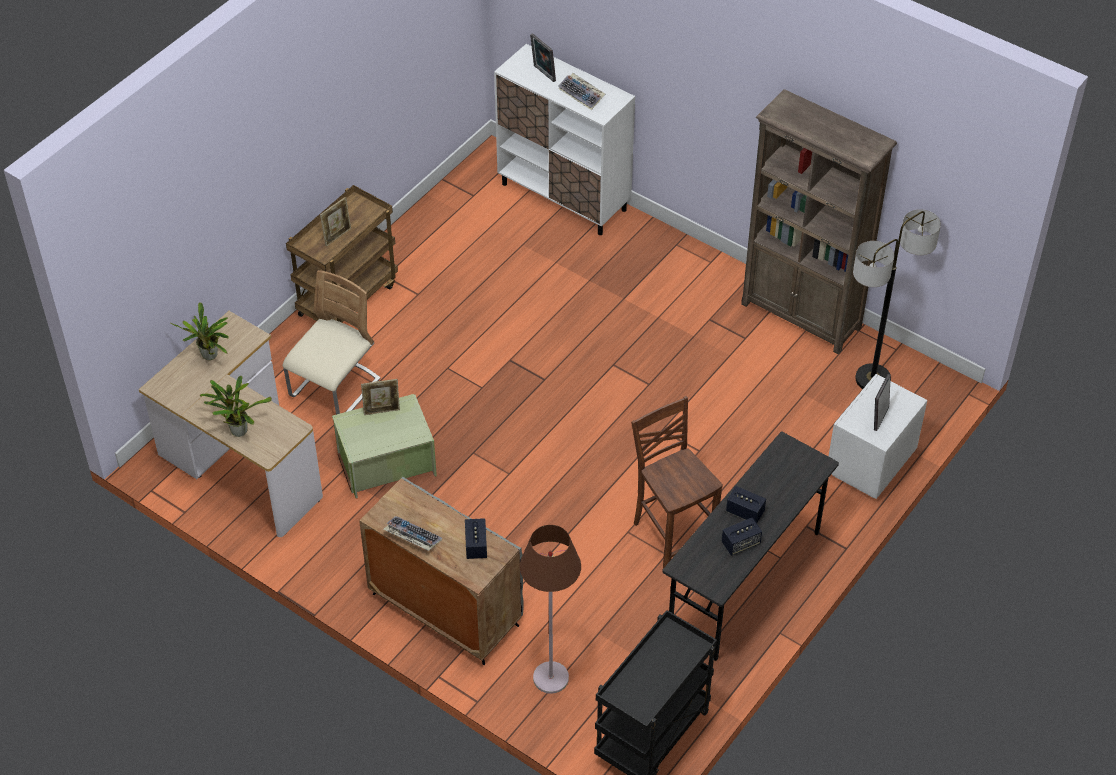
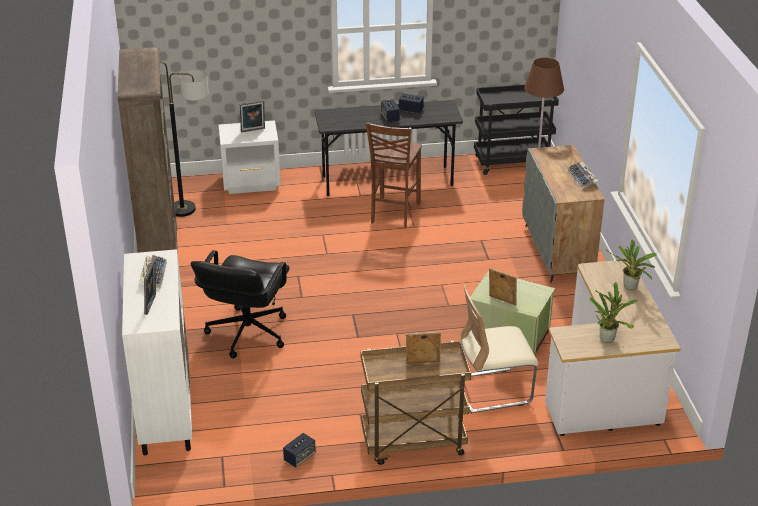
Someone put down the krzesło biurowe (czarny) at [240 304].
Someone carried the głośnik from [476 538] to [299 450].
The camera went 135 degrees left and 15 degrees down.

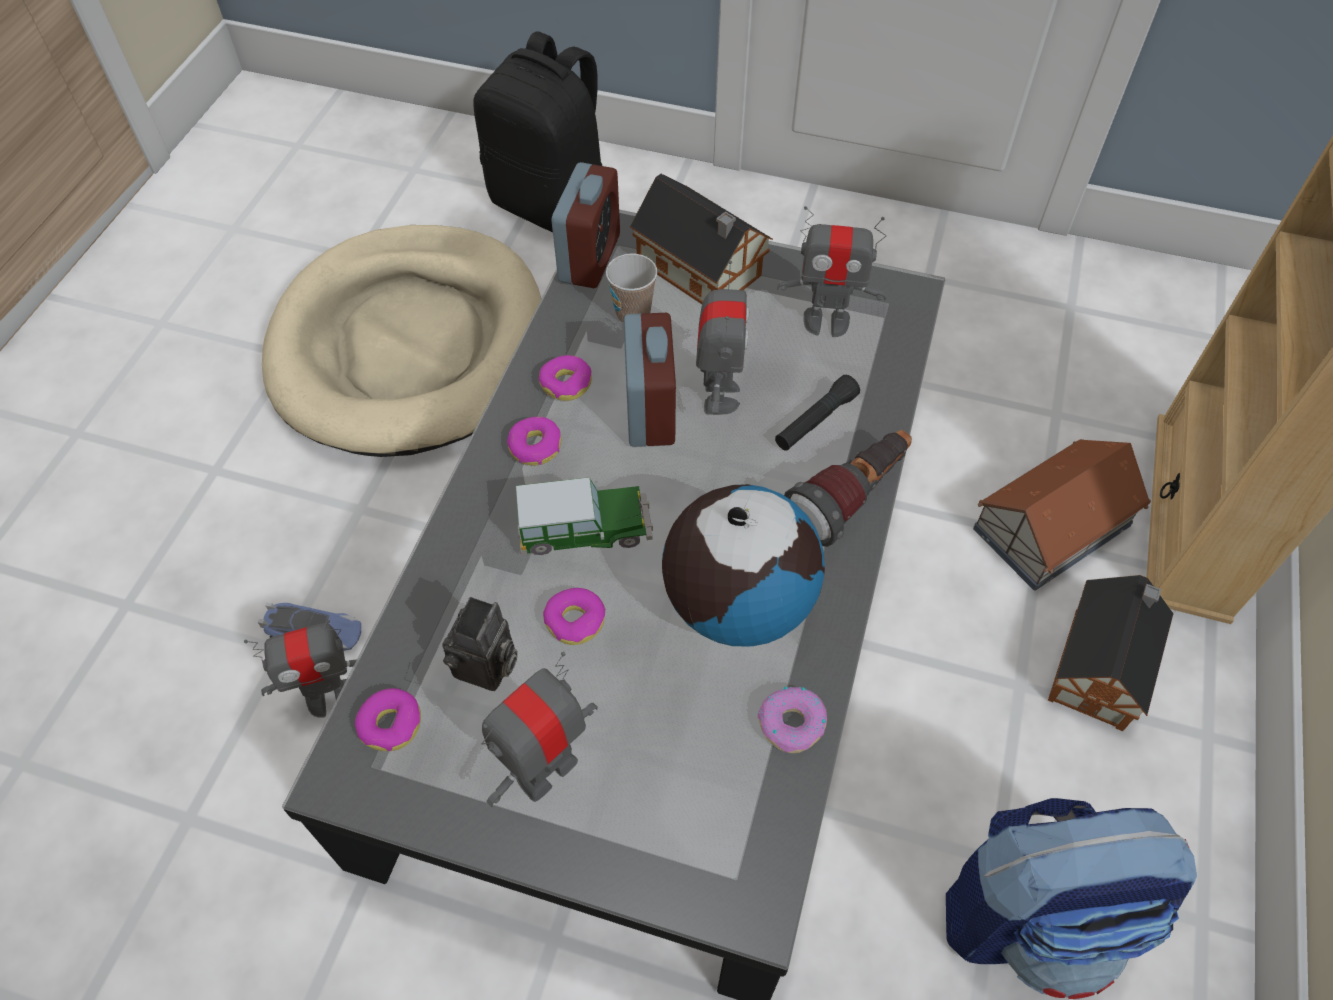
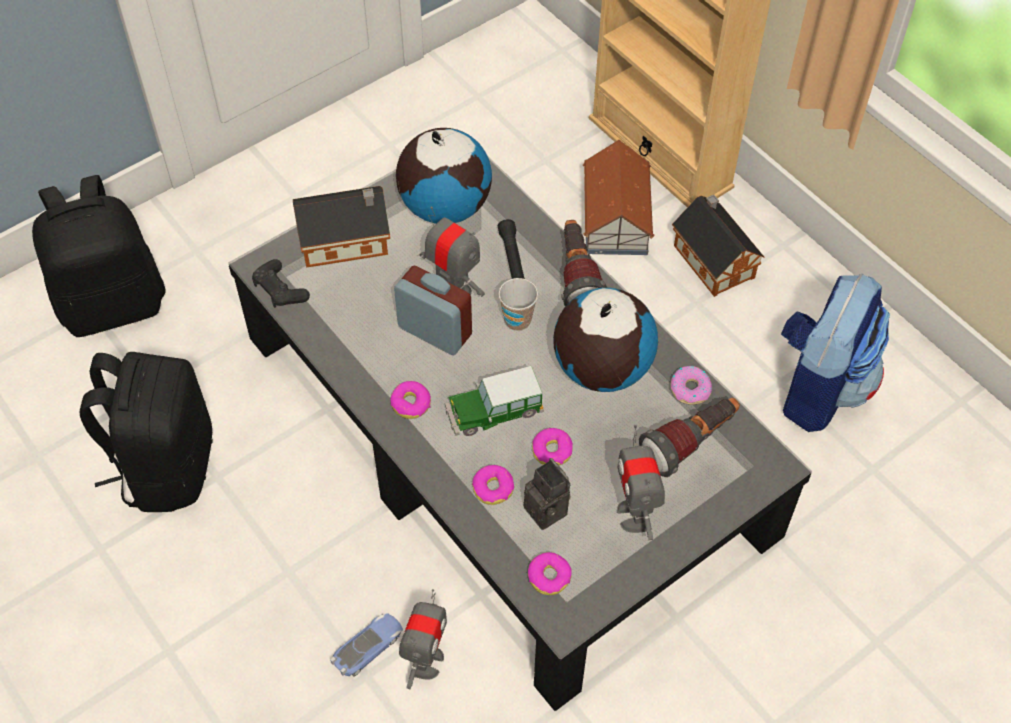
Someone swapped the legowisko (beżowy) at [401 341] for the plecak (czarny) at [146 432].
Someone swapped the budzik at [585 225] for the pad do gier (czarny) at [281 283].
Someone swapped the robot zabawkowy at [831 271] for the globus at [444 176].
Someone rotated the samochodzik at [584 516] by 135 degrees counterclockwise.
Someone carried the donut from [565 378] to [493 485].
Someone carried the filiżanka from [632 288] to [518 304].
Someone put down the latarka at [689 437].
The camera went 55 degrees left and 0 degrees up.

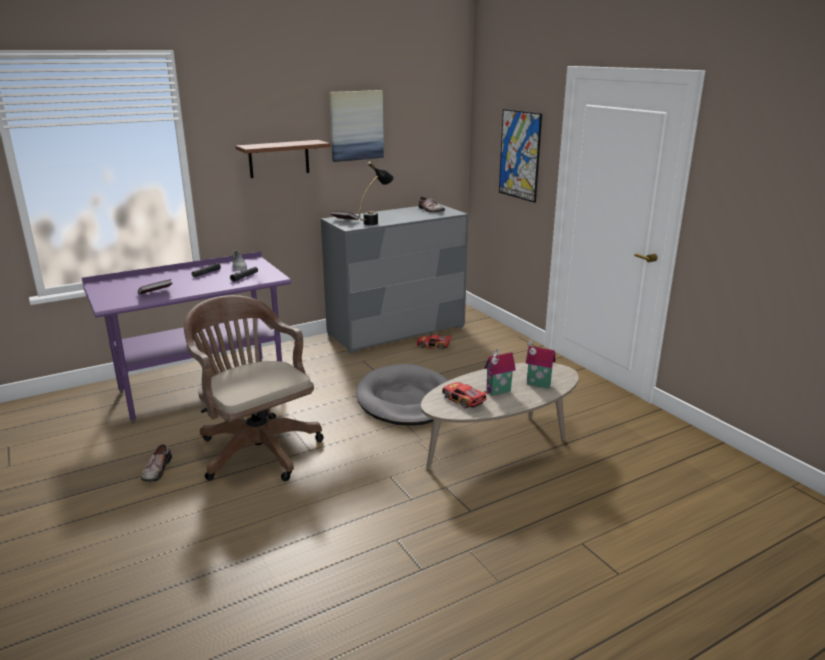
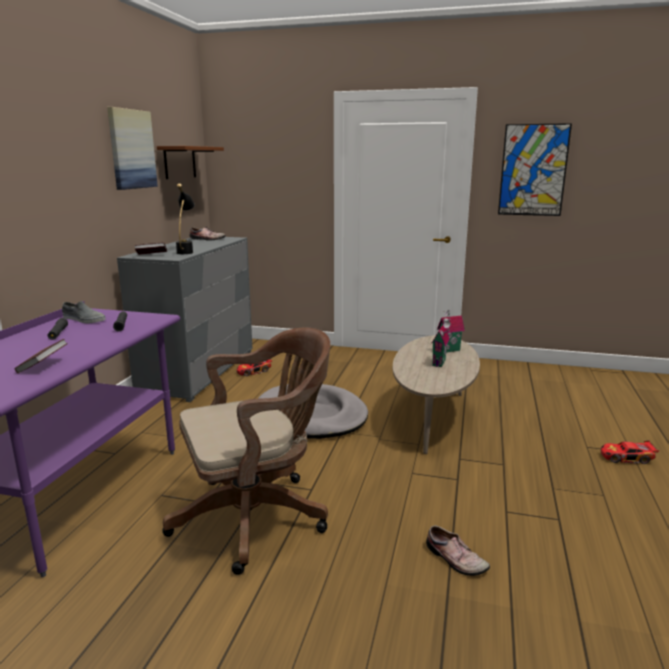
Someone carried the półka (brązowy) from [283 159] to [190 162].
Someone rotated the krzesło biurowe (brązowy) at [254 388] by 150 degrees clockwise.
Someone carried the but from [156 463] to [458 551].
Someone carried the obraz from [520 156] to [535 169].
Someone carried the samochodzik from [465 395] to [630 452].
The camera went 45 degrees left and 5 degrees down.

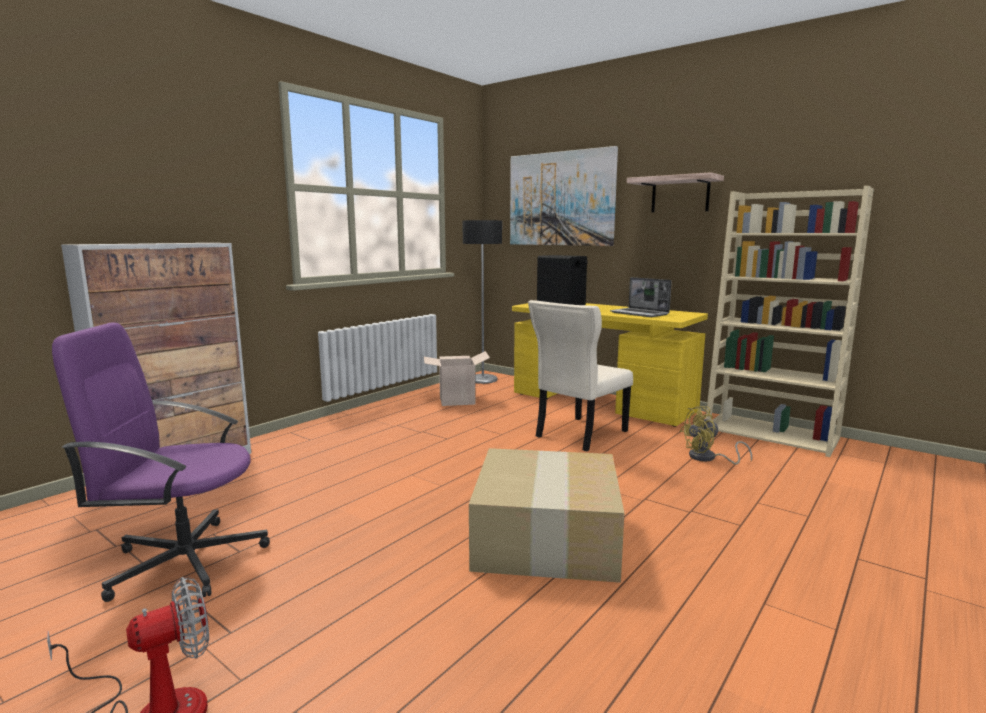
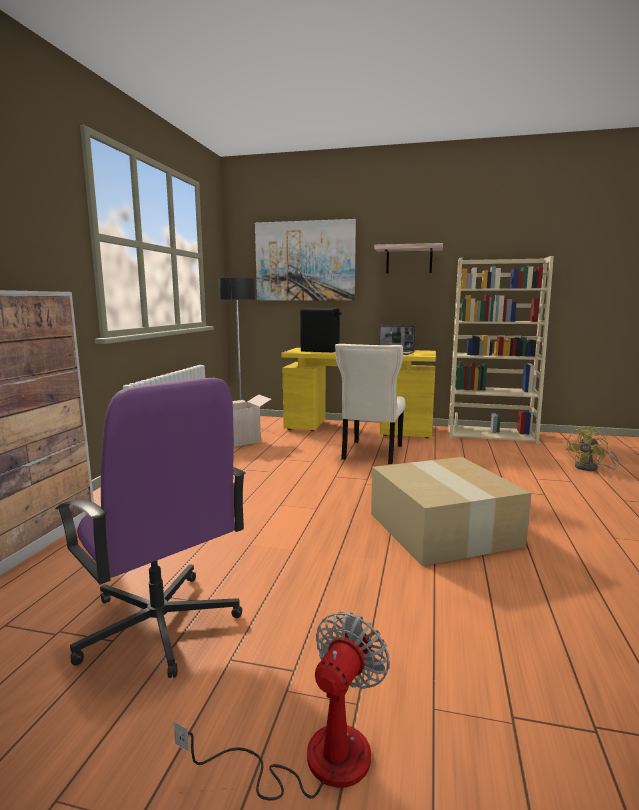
Someone rotated the krzesło biurowe (fioletowy) at [161 462] by 105 degrees counterclockwise.
Someone carried the wentylator (żółty) from [716 435] to [592 448].
The camera went 25 degrees left and 0 degrees up.

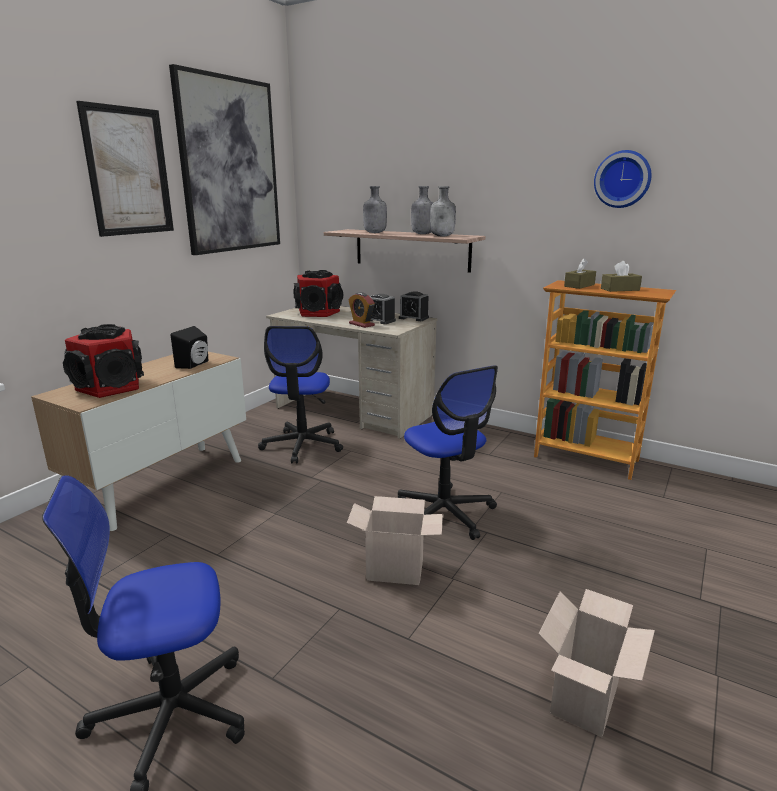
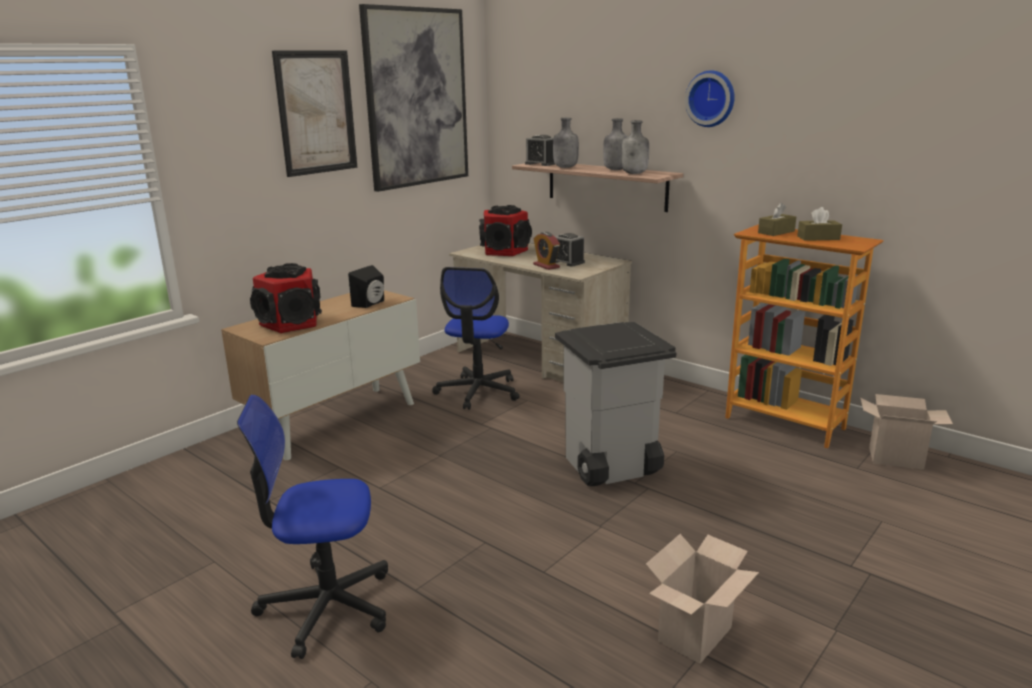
Someone carried the budzik from [414 306] to [540 150].
Someone swapped the krzesło biurowe at [447 452] for the kosz na śmieci (szary) at [616 404].
Someone carried the zegar ścienny from [623 179] to [710 98].
Someone carried the karton from [395 540] to [906 432].
The camera went 10 degrees right and 0 degrees up.

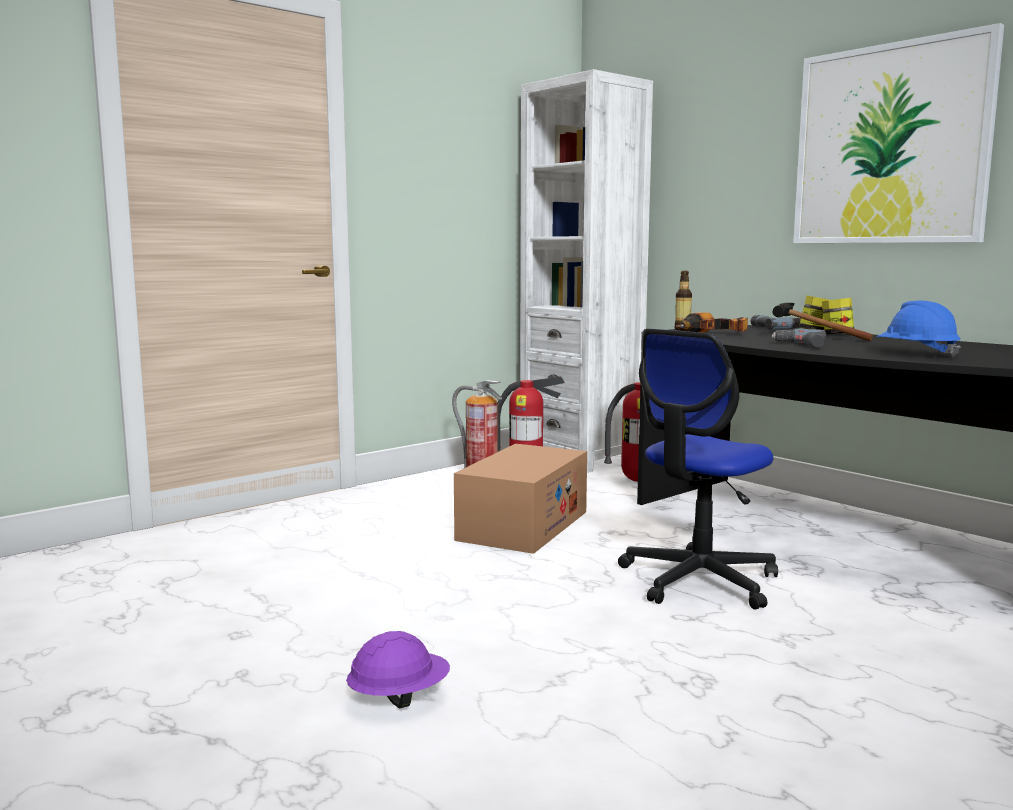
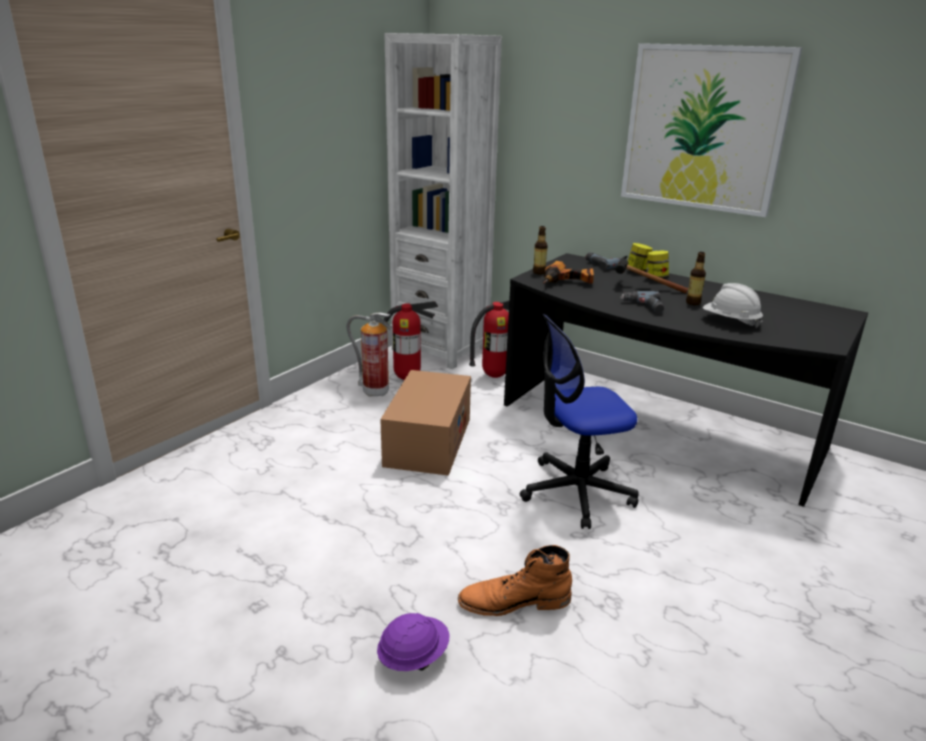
Someone put down the but z cholewką (pomarańczowy) at [515 580].
Someone rotated the krzesło biurowe at [698 469] by 45 degrees clockwise.
Someone put down the butelka at [696 278].
Someone repainted the kask (niebieski) at [918 329], which became the kask (biały) at [733 305].
The camera went 15 degrees left and 15 degrees up.

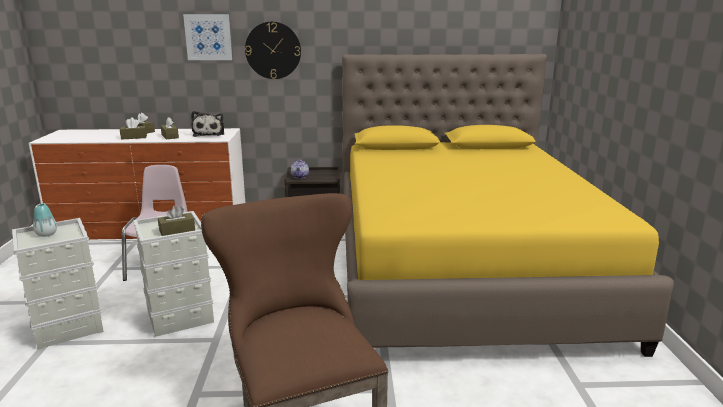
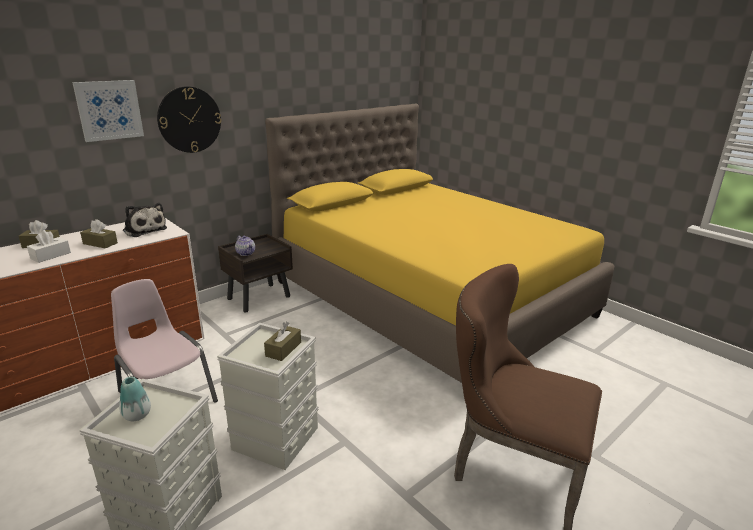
Someone repainted the pudełko chusteczek (brązowy) at [133 128], which became the pudełko chusteczek (biały) at [49 246].
The camera went 40 degrees left and 5 degrees up.

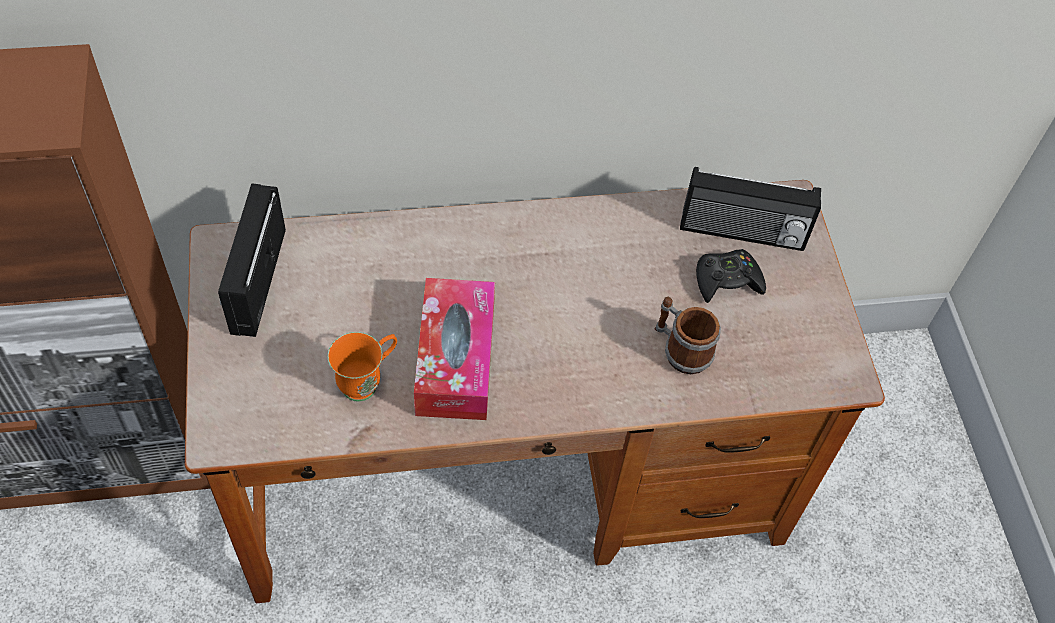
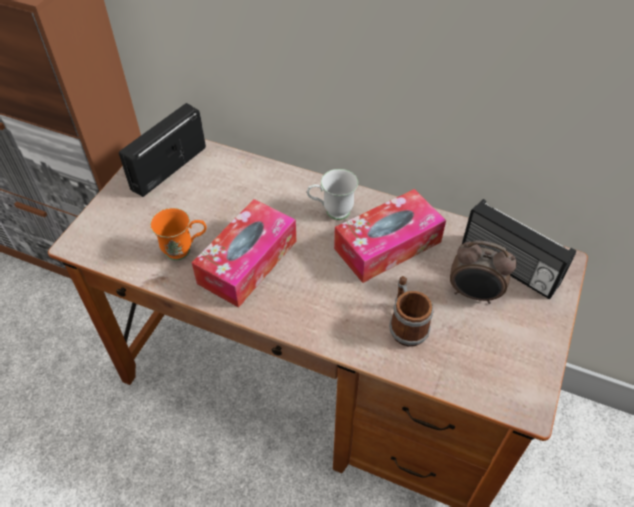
Someone put down the kubek (biały) at [332 194].
Someone put down the pudełko chusteczek at [390 236].
Someone swapped the pad do gier (czarny) at [731 276] for the budzik at [483 272].
The camera went 35 degrees right and 5 degrees down.

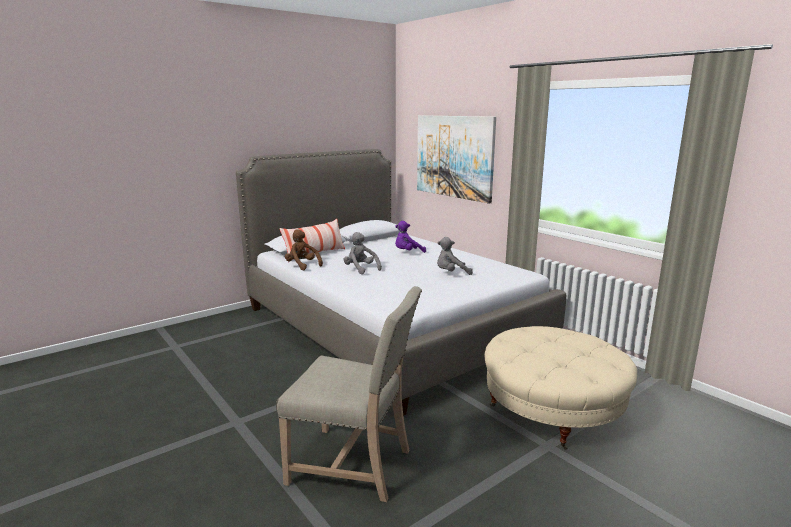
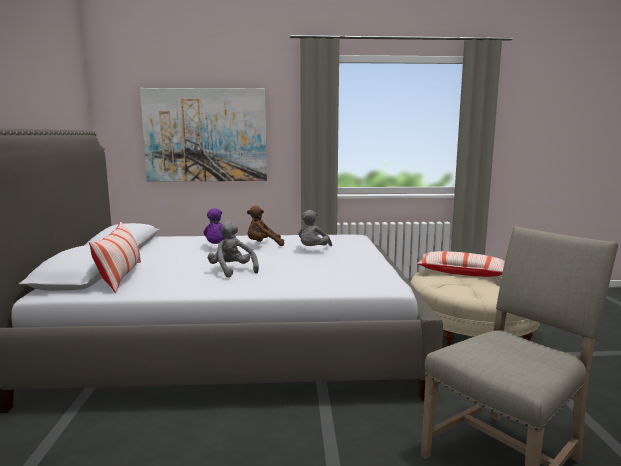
Someone rotated the pluszak (szary) at [363 253] by 60 degrees clockwise.
Someone carried the pluszak (brązowy) from [304 249] to [265 226].
Someone put down the poduszka at [461 264].
The camera went 55 degrees left and 5 degrees down.

